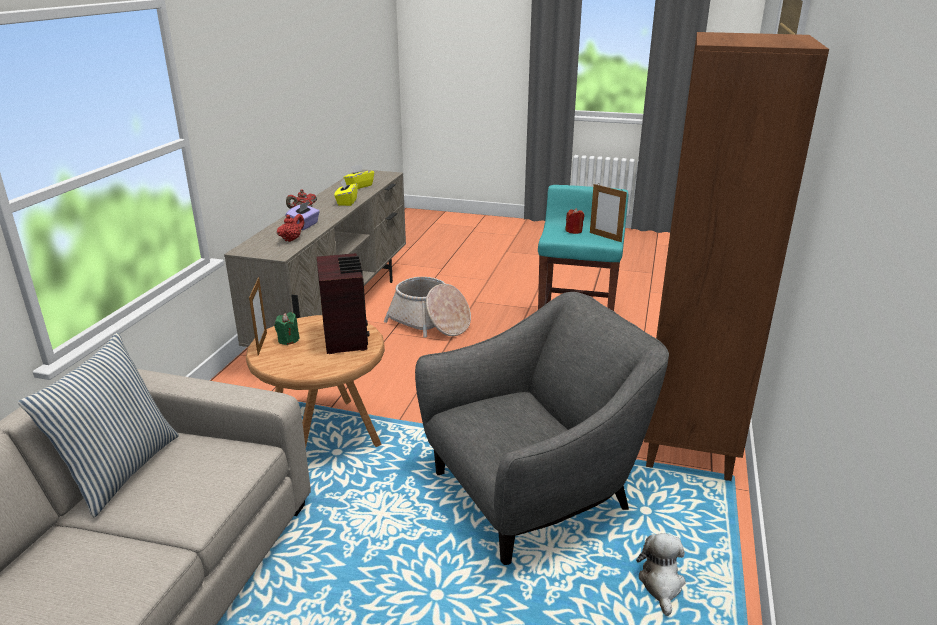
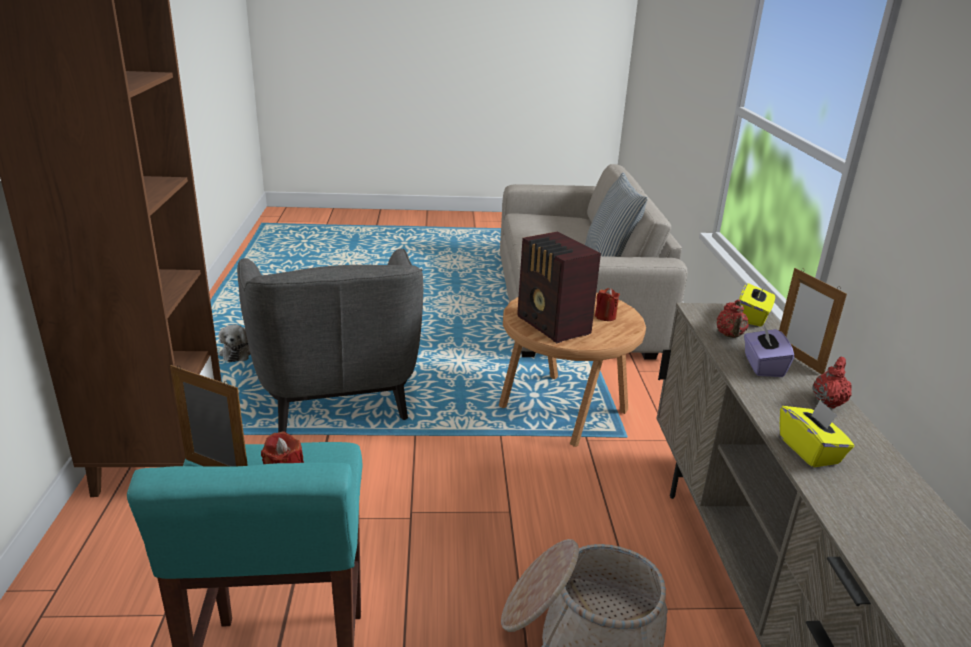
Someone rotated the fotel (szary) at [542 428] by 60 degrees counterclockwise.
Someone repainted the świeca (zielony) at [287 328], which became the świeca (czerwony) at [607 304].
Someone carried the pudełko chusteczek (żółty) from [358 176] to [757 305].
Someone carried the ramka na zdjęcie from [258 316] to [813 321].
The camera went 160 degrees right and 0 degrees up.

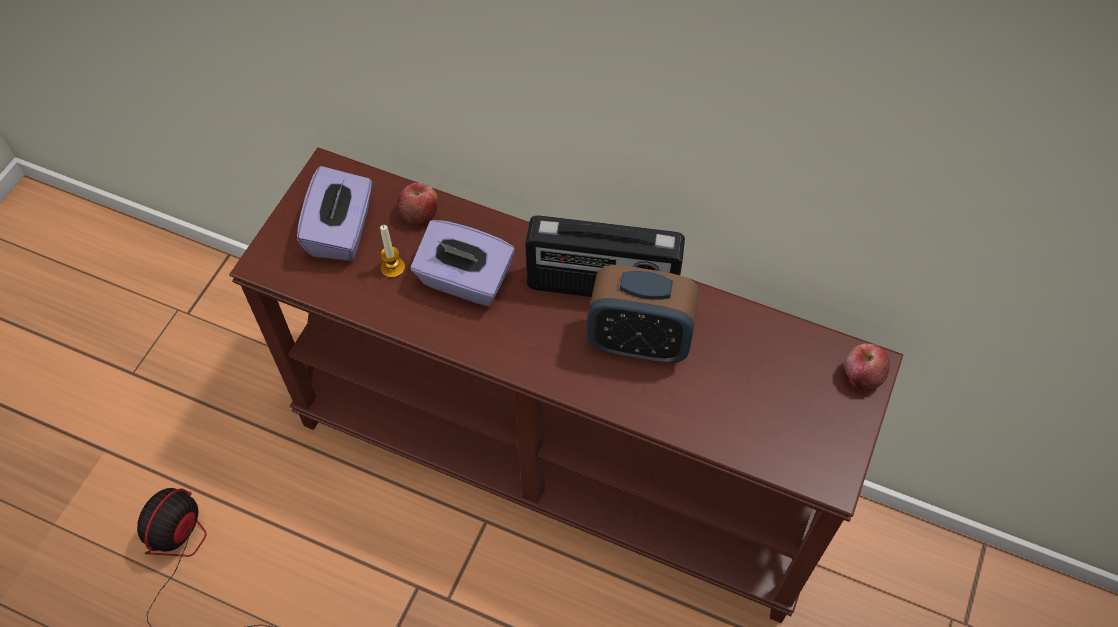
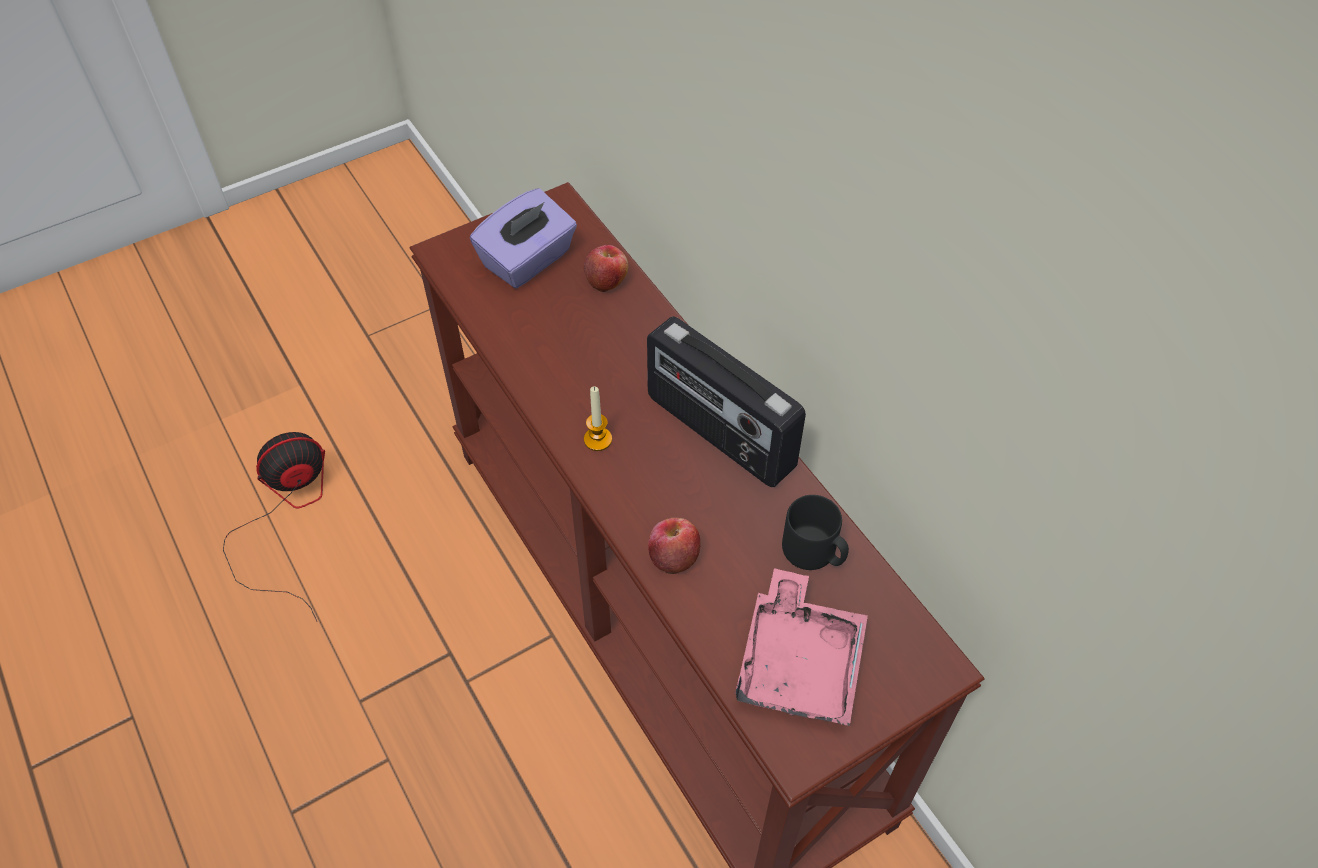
Someone carried the świeca from [392 251] to [598 418].
Someone carried the jabłko from [867 367] to [674 546].
Someone put down the taca (różowy) at [801 647].
Someone put down the kubek (czarny) at [815 532].
Someone took away the pudełko chusteczek (fioletowy) at [463 263].
Someone took away the budzik at [643 314].
The camera went 35 degrees right and 5 degrees down.

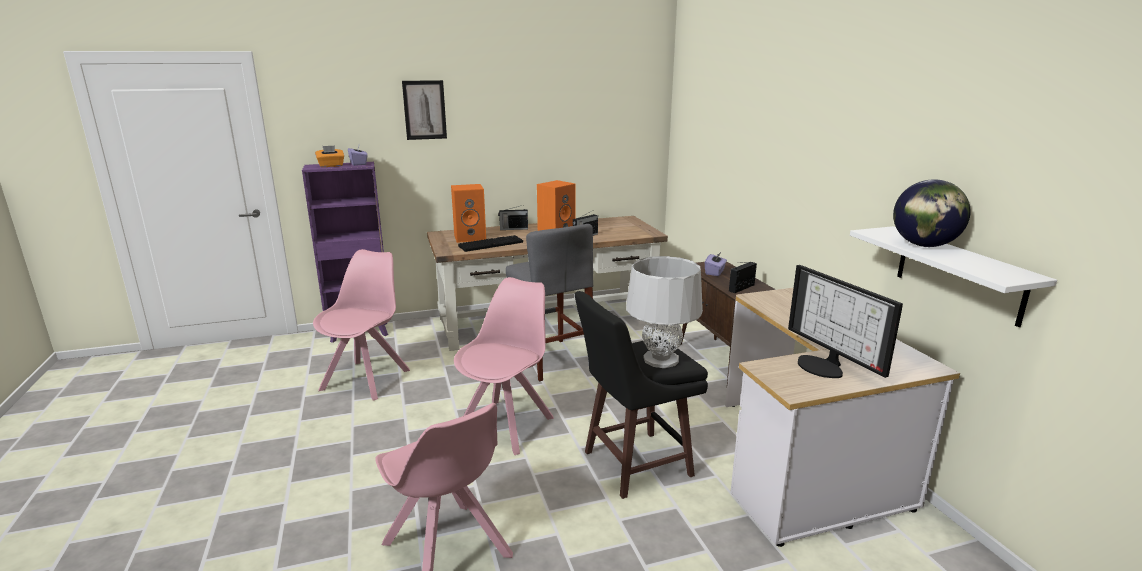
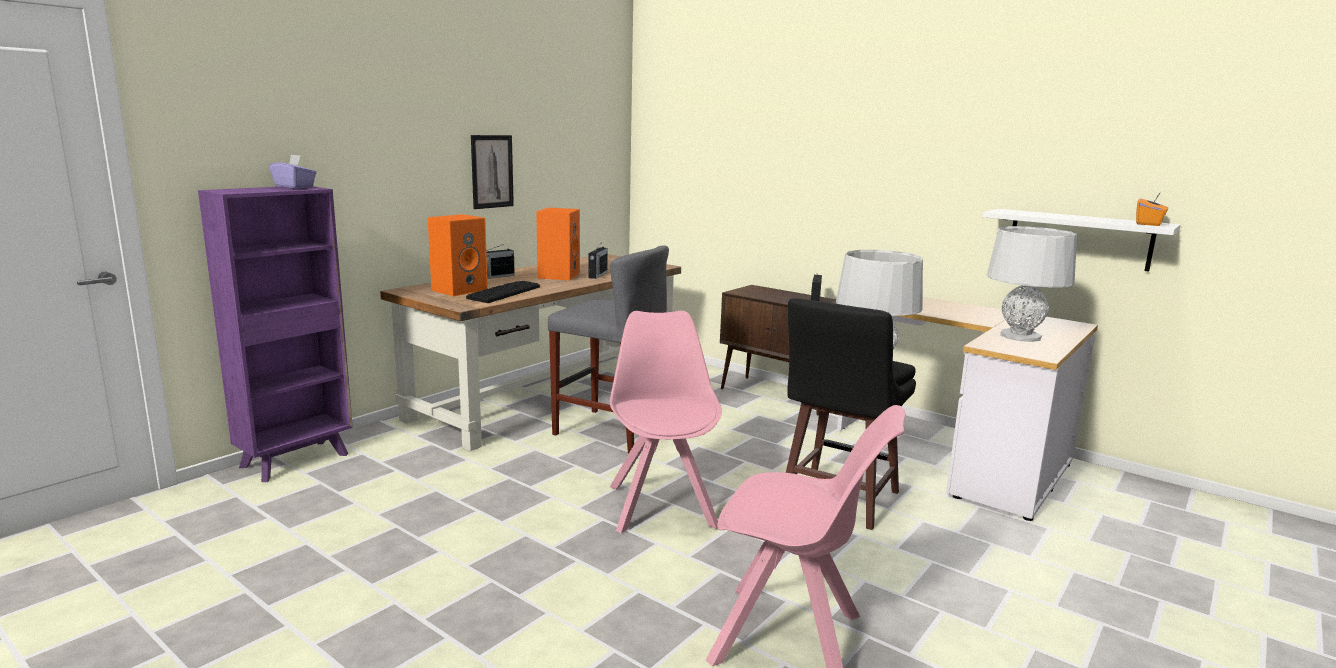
Someone carried the obraz from [424 110] to [492 172].
Someone swapped the monitor at [845 321] for the lampa stołowa (szary) at [1031 284].
Someone carried the pudełko chusteczek (pomarańczowy) from [329 156] to [1152 209].
Someone took away the krzesło (różowy) at [361 324].
Someone took away the pudełko chusteczek (fioletowy) at [716 264].
Someone took away the globus at [932 213].
The camera went 35 degrees left and 5 degrees down.

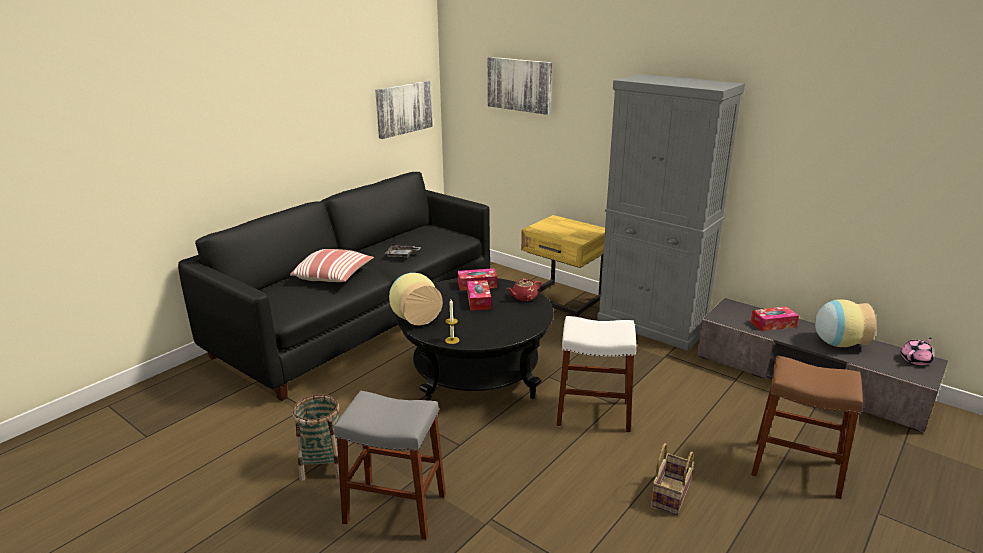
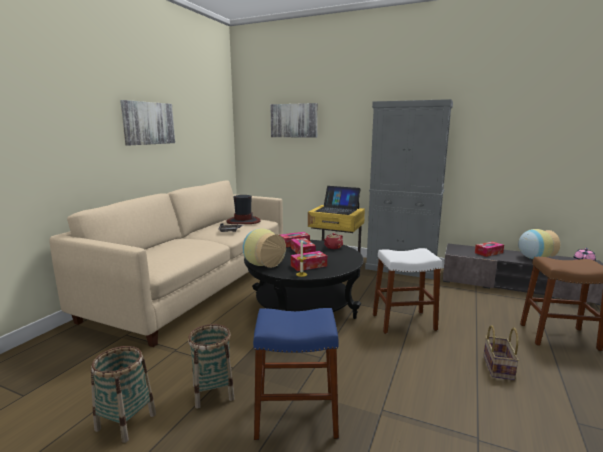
Someone repainted the kanapa (czarny) at [334 286], which became the kanapa (beżowy) at [166 263].
Someone put down the koszyk at [123 394].
Someone carried the obraz from [404 110] to [147 123].
Someone put down the kapelusz at [243 209].
Someone repainted the stołek (szary) at [390 465], which became the stołek (niebieski) at [296 374].
Someone put down the pudełko chusteczek at [309 261].
Someone put down the laptop at [337 200].
Someone took away the poduszka at [332 265].
The camera went 15 degrees left and 10 degrees down.

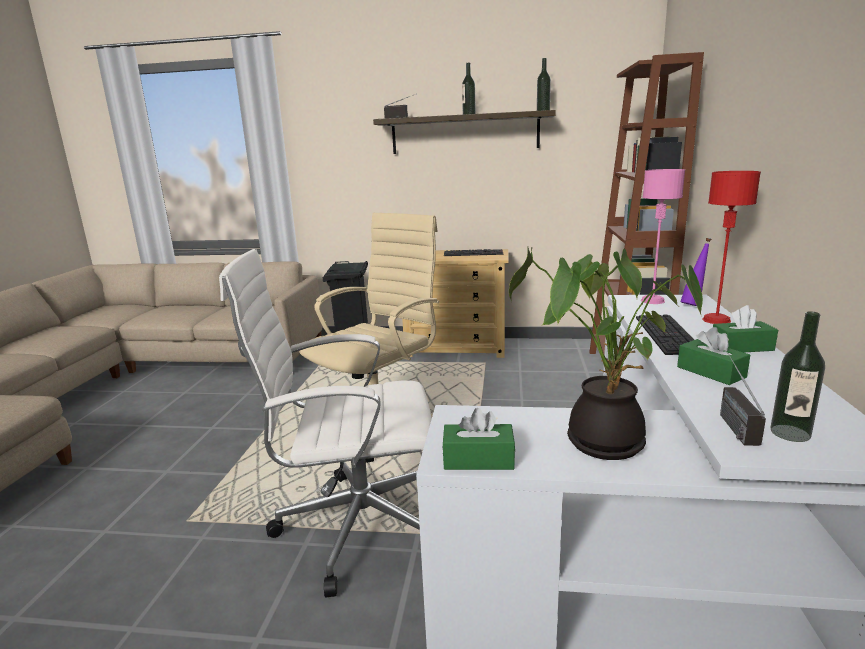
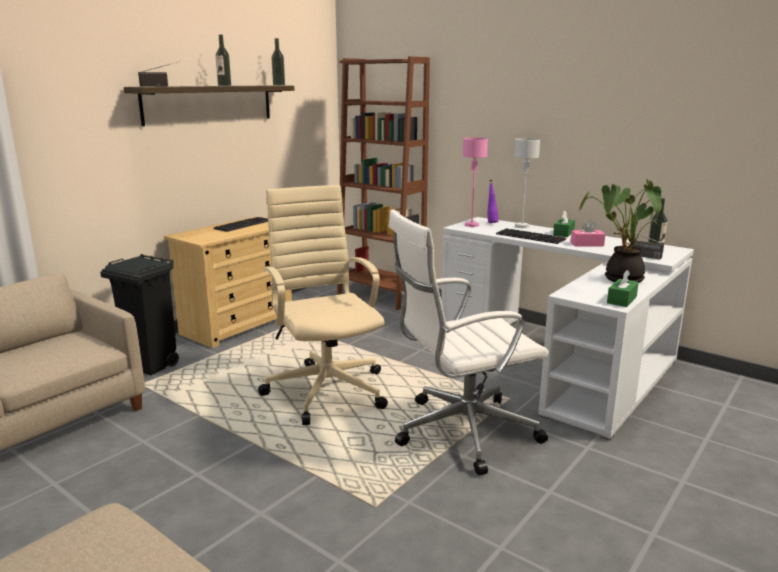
Someone rotated the krzesło biurowe (biały) at [325 423] by 45 degrees clockwise.
Someone repainted the lampa stołowa (czerwony) at [732 247], which became the lampa stołowa (szary) at [527 183].
Someone repainted the pudełko chusteczek (zielony) at [713 356], which became the pudełko chusteczek (różowy) at [588 233].
The camera went 60 degrees left and 0 degrees up.

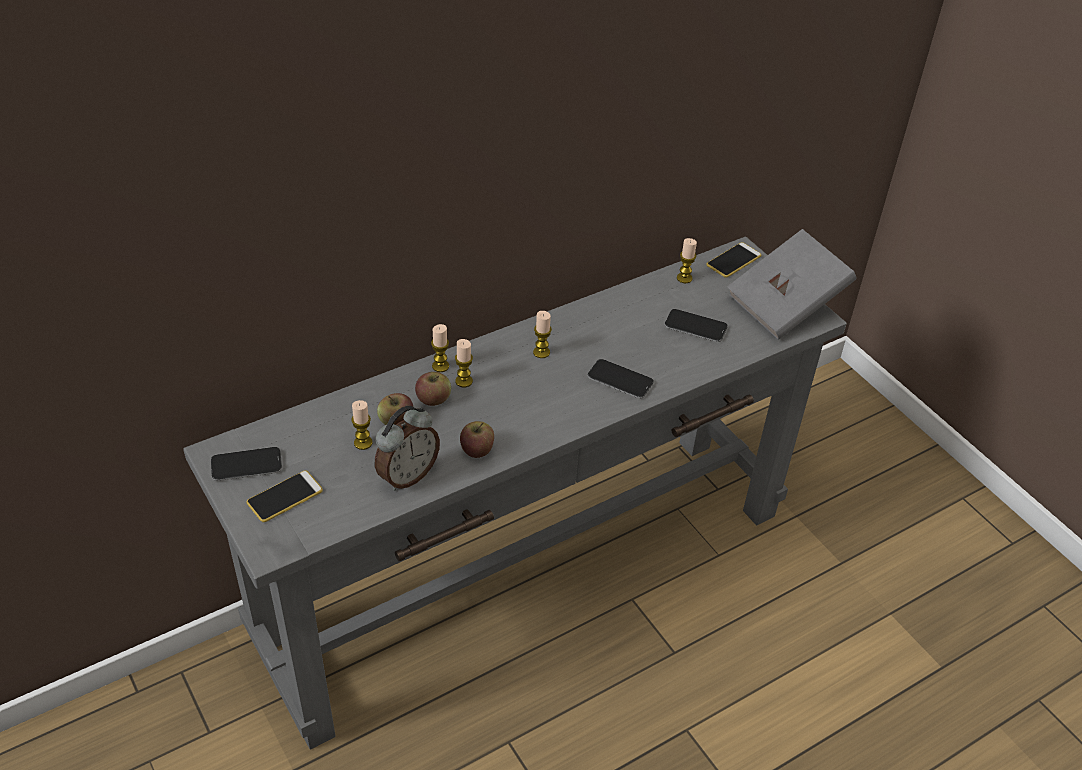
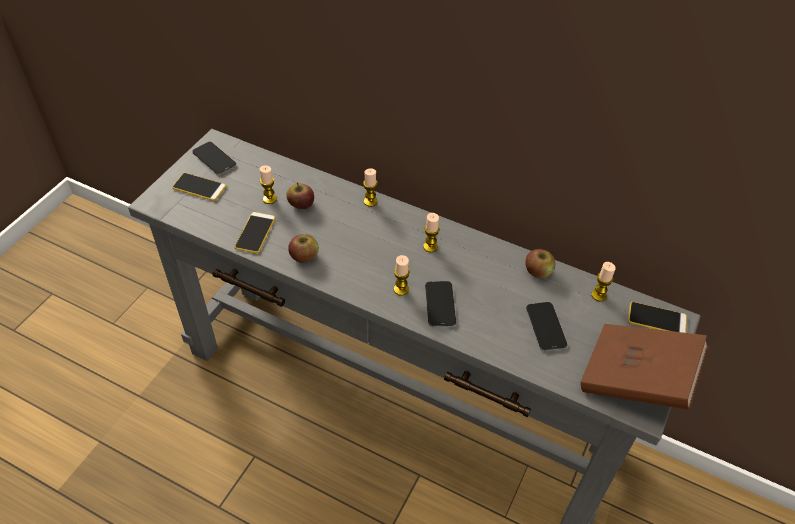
Someone swapped the budzik at [407 448] for the telefon at [255 233].
Someone carried the świeca from [464 363] to [402 275].
Someone carried the jabłko from [433 389] to [540 263].
Someone repainted the książka (szary) at [791 284], which became the książka (brązowy) at [645 367].
The camera went 60 degrees right and 5 degrees up.

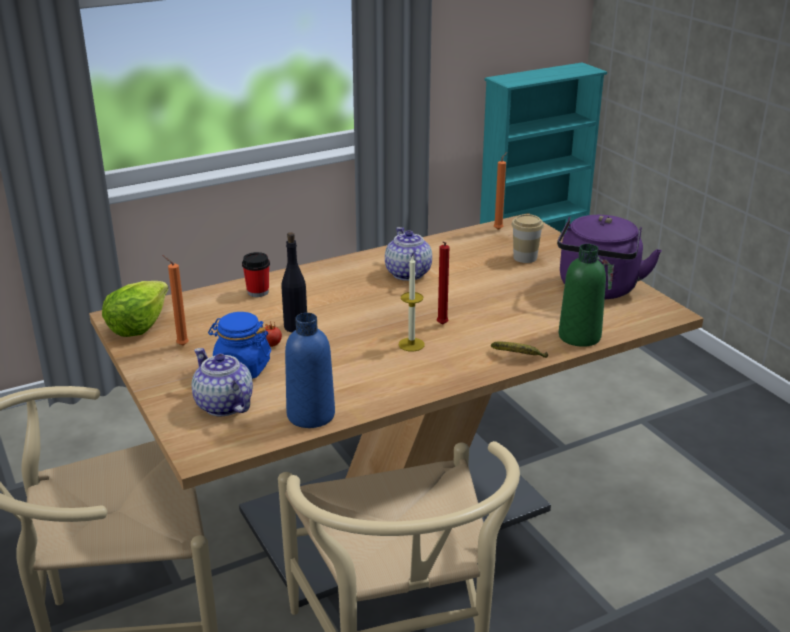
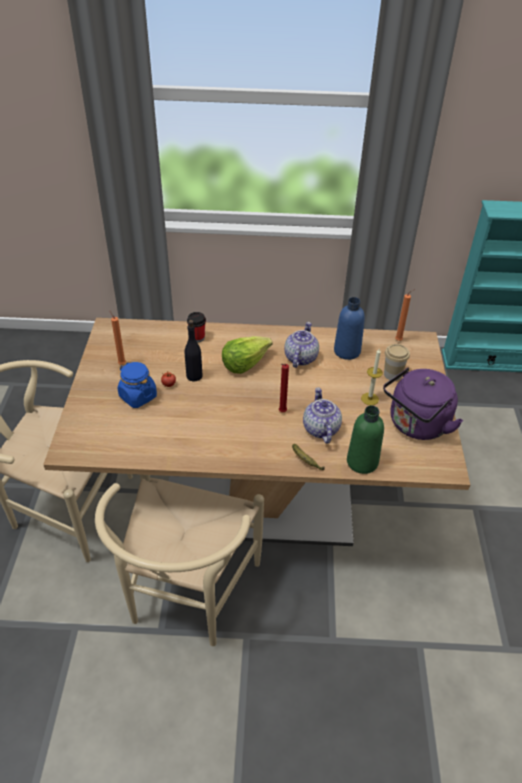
Someone carried the sałata from [135 309] to [247 355].
Someone carried the imbryk from [222 382] to [322 415].
Someone carried the butelka (niebieski) from [310 370] to [349 328].
Someone carried the świeca from [412 303] to [372 377].
The camera went 30 degrees right and 15 degrees up.

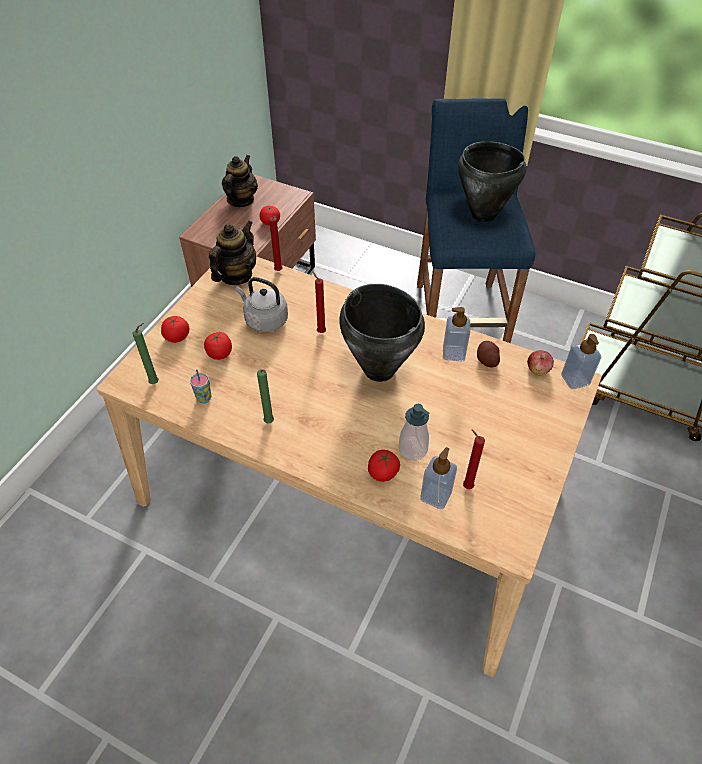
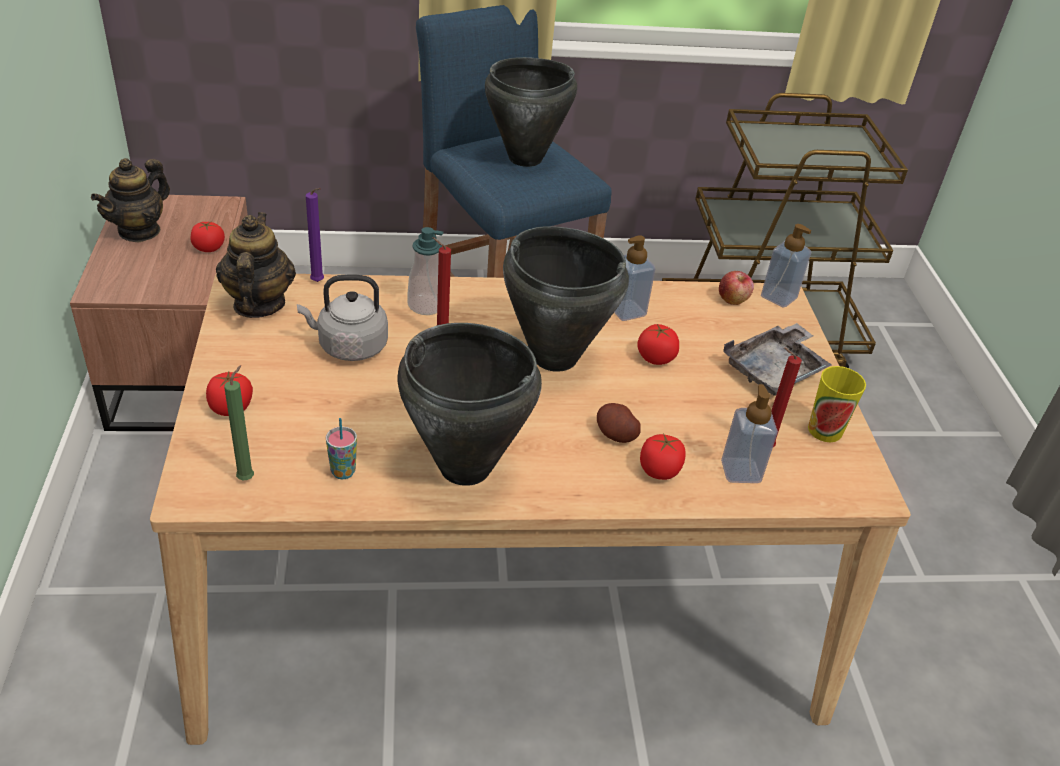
Someone rotated the imbryk at [240 181] by 135 degrees counterclockwise.
Someone repainted the świeca (czerwony) at [276 243], which became the świeca (fioletowy) at [315 235].
Someone swapped the świeca (zielony) at [265 396] for the garnek (czarny) at [469 404].
Someone carried the dozownik mydła from [414 432] to [426 271].
Someone carried the ziemniak from [488 354] to [619 423].
Someone carried the pomidor from [218 346] to [658 344].
Someone put down the taca (szary) at [778 359].
Someone put down the filiżanka at [837 404].
The camera went 35 degrees left and 10 degrees down.

